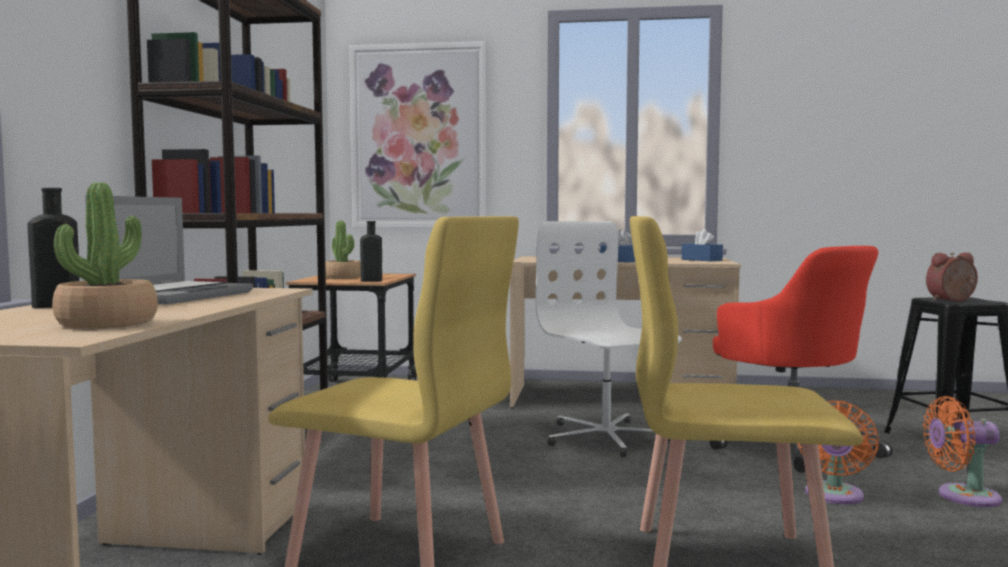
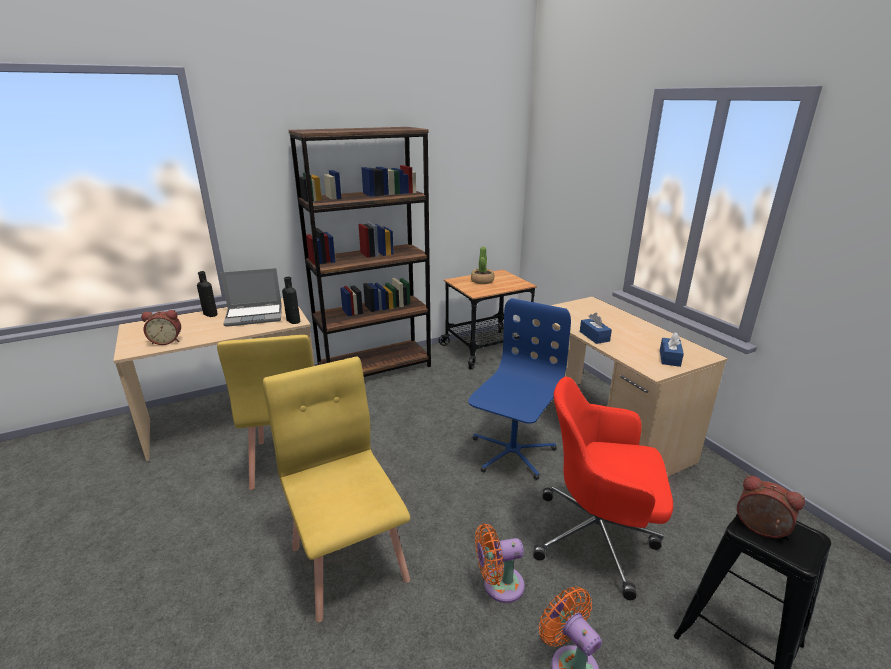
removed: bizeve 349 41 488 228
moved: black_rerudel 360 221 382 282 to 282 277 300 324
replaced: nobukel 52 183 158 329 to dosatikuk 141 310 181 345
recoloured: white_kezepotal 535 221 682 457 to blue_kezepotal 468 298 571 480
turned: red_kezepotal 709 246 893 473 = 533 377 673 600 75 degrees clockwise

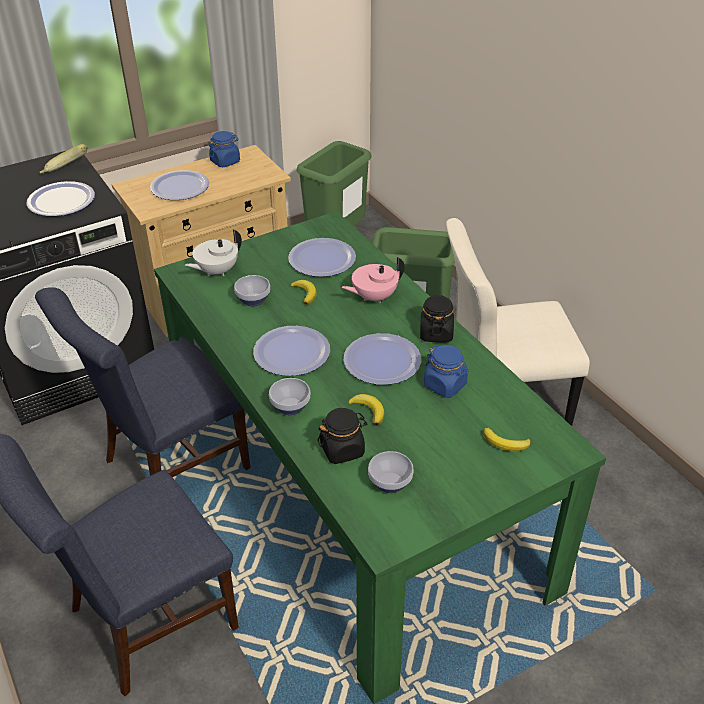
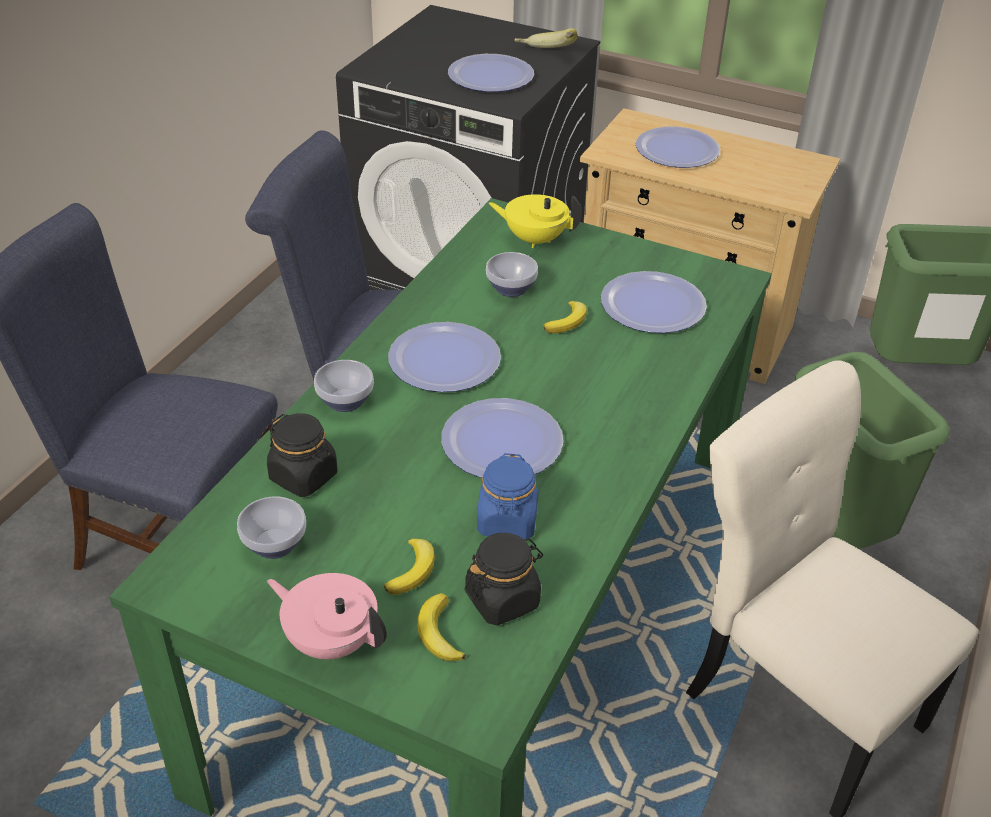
removed: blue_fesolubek 209 131 240 167
moved: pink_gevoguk 342 257 405 303 to 267 573 387 660; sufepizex 348 394 384 425 to 384 539 435 595; black_fesolubek 420 295 454 342 to 464 533 543 625
recoloured: white_gevoguk 185 229 242 276 to yellow_gevoguk 488 194 582 248

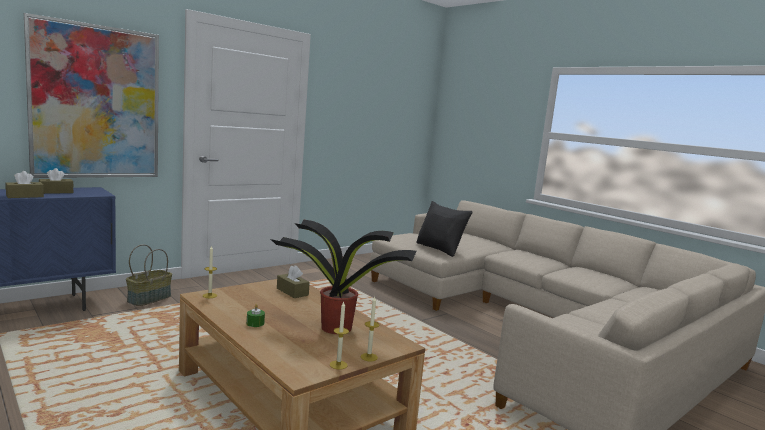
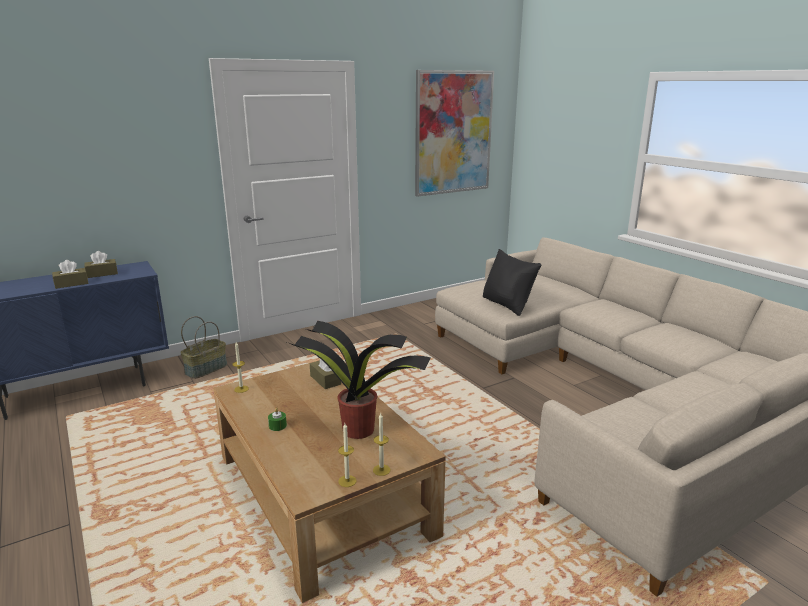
moved: bizeve 24 13 159 178 to 415 70 494 197

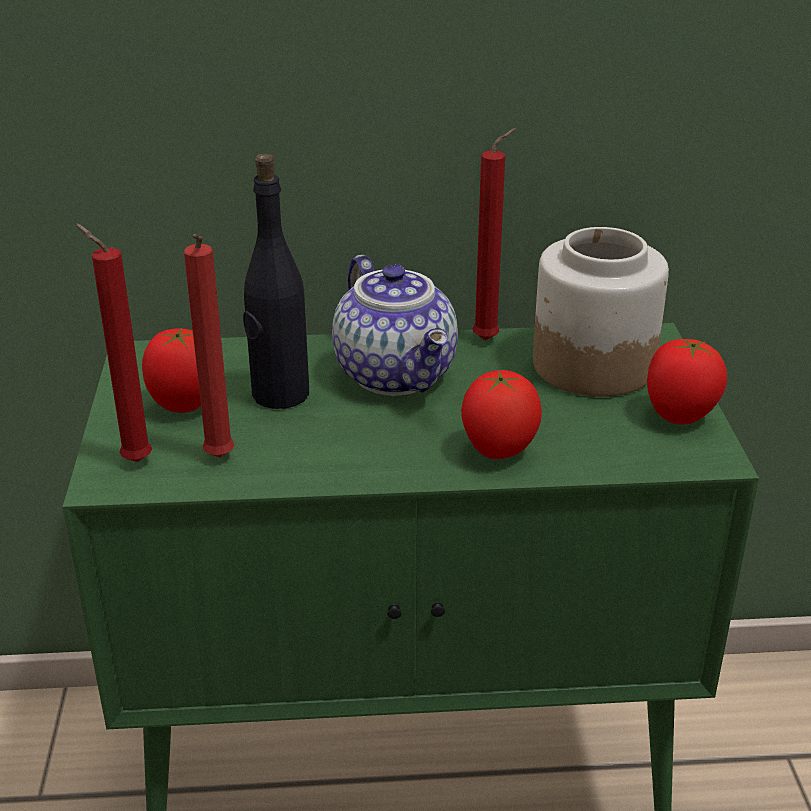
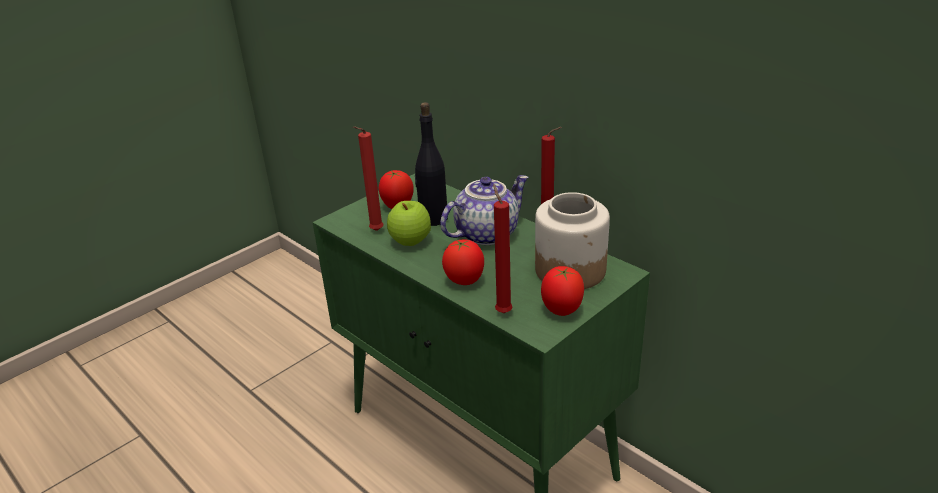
added: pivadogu 387 201 431 246
moved: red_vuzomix 75 223 152 462 to 493 184 513 313
turned: gevoguk 332 255 458 396 = 440 175 529 245 150 degrees counterclockwise

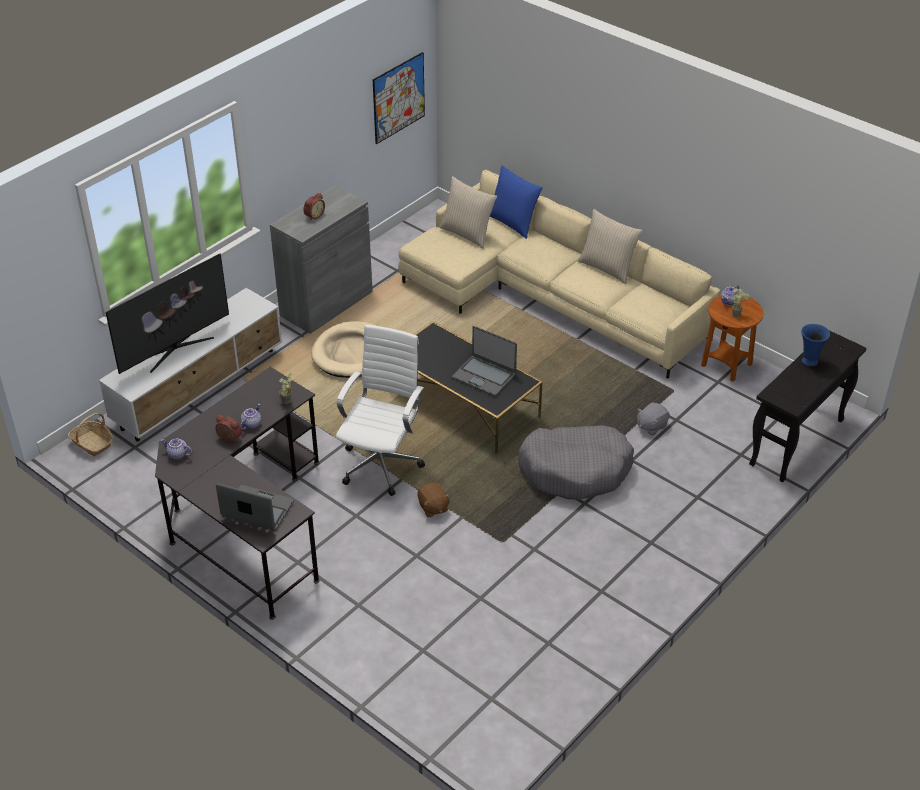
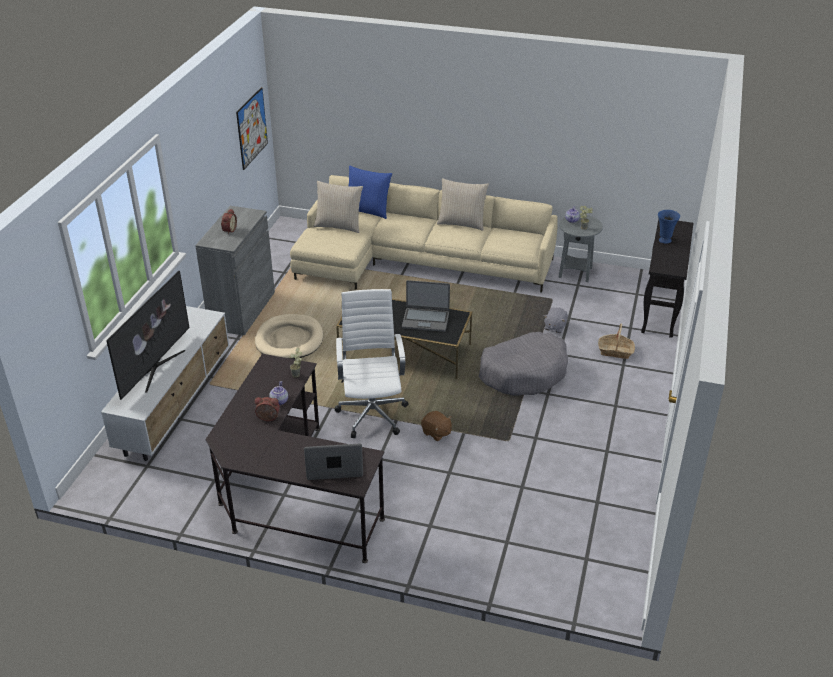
removed: gevoguk 161 438 192 460
moved: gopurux 68 413 113 456 to 598 324 635 359
recoloured: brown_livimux 701 295 764 382 to grey_livimux 559 215 603 282

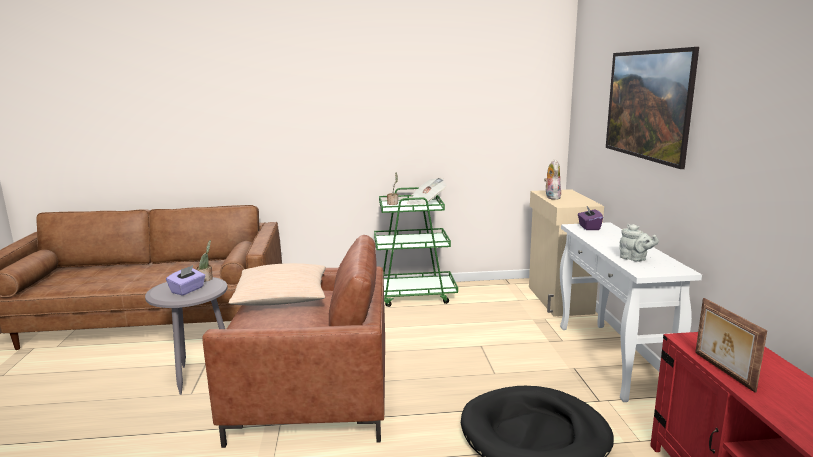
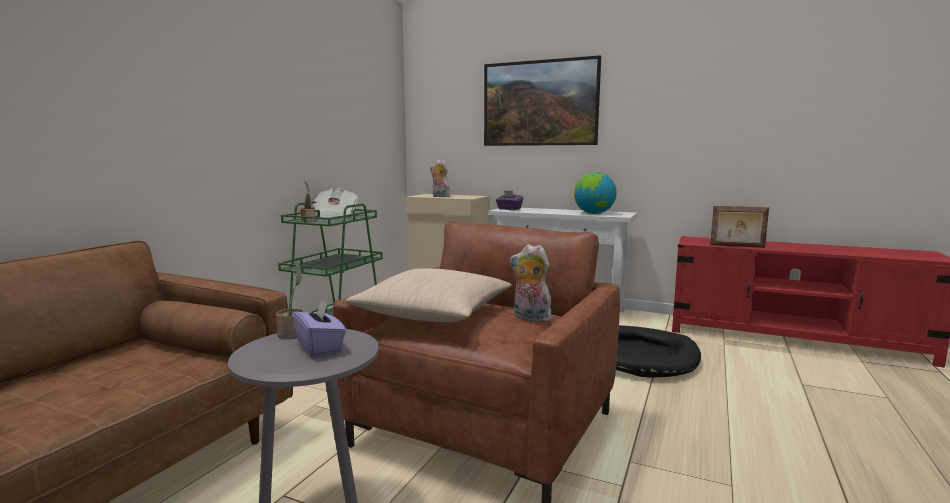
added: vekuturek 510 244 554 323
replaced: grey_gevoguk 620 224 659 262 to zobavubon 574 172 617 214

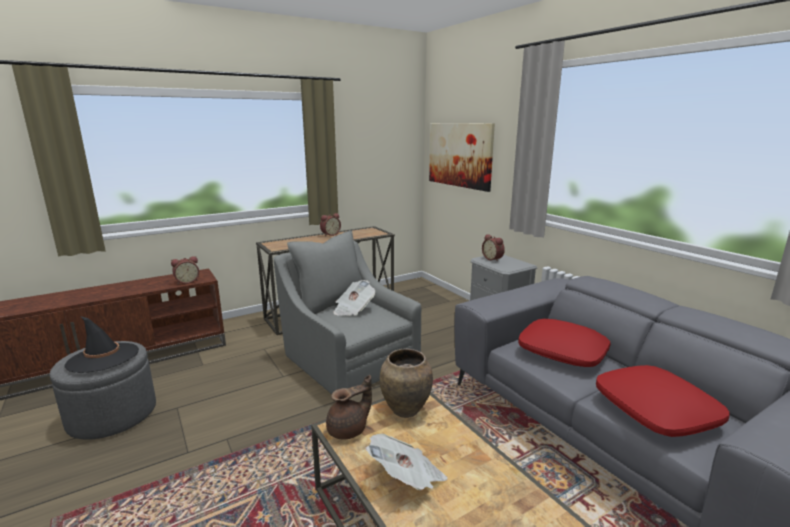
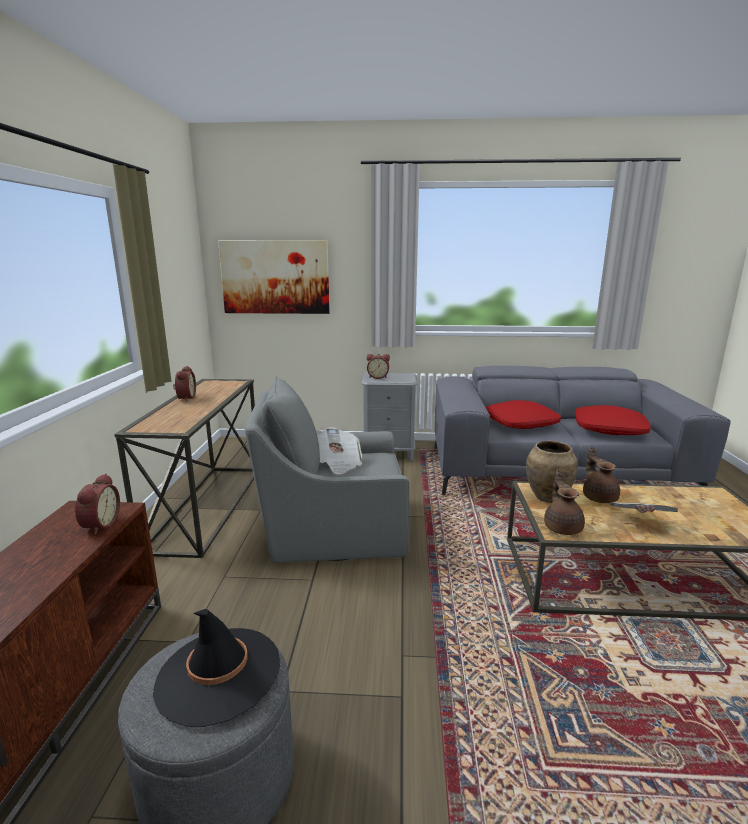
added: brown_gevoguk 583 447 620 503

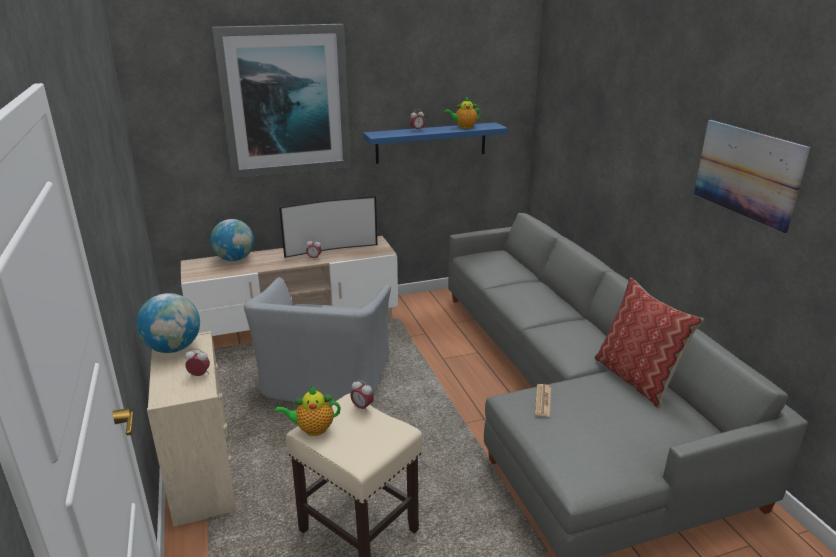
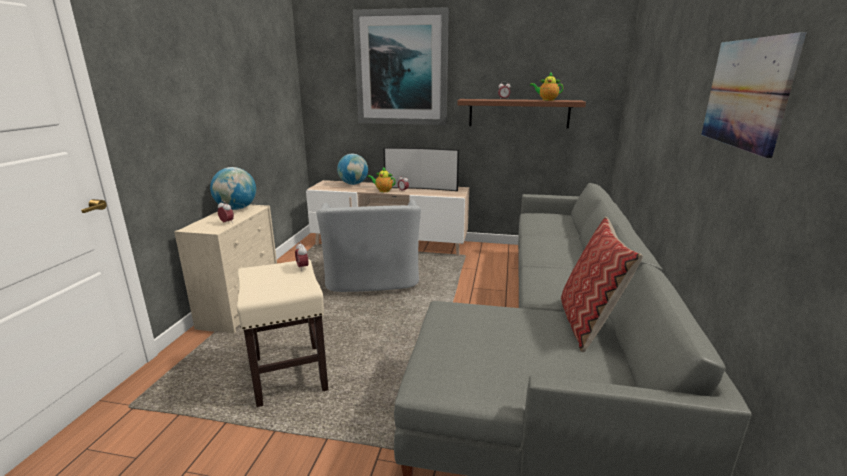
removed: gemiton 535 384 551 417
moved: gevoguk 275 386 341 436 to 367 167 396 192
recoloured: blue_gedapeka 363 122 508 164 to brown_gedapeka 457 99 586 128
turned: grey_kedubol 244 277 391 403 = 316 199 421 292 45 degrees counterclockwise

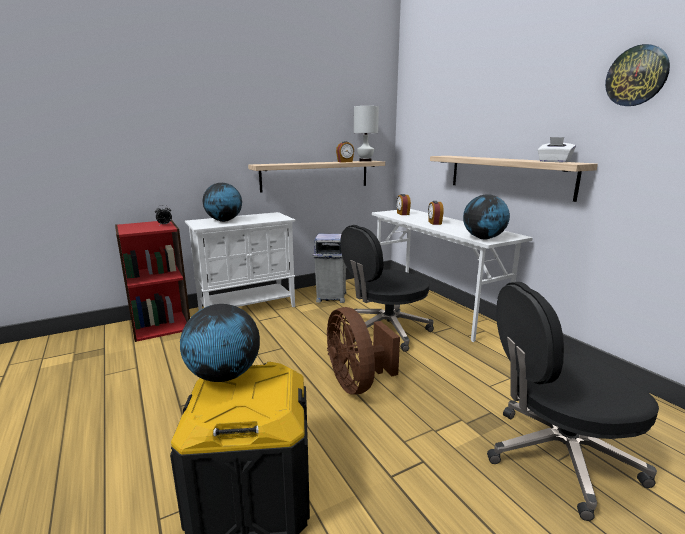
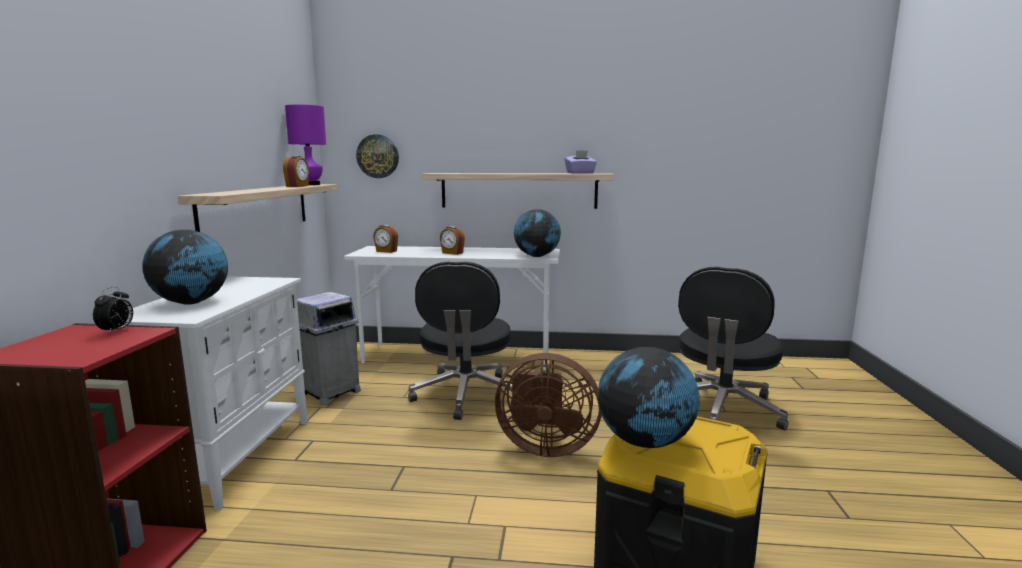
moved: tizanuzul 605 44 670 106 to 356 134 399 178
recoloured: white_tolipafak 354 106 379 162 to purple_tolipafak 285 104 326 185; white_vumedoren 538 137 576 162 to purple_vumedoren 565 150 597 174

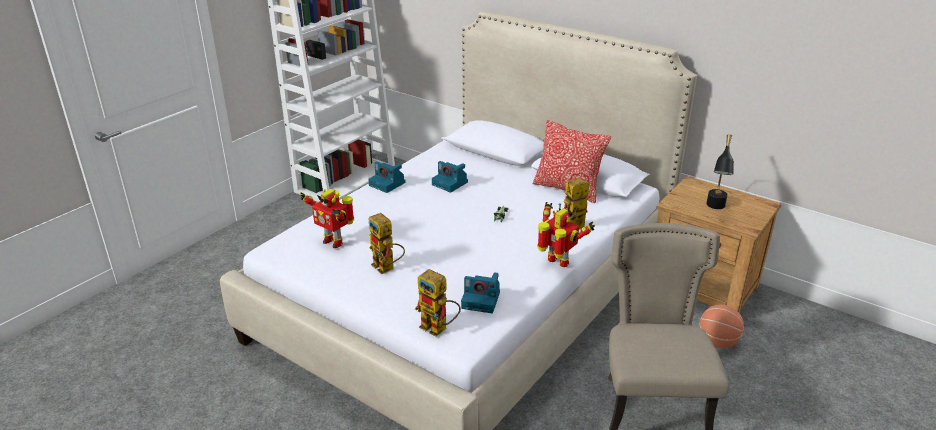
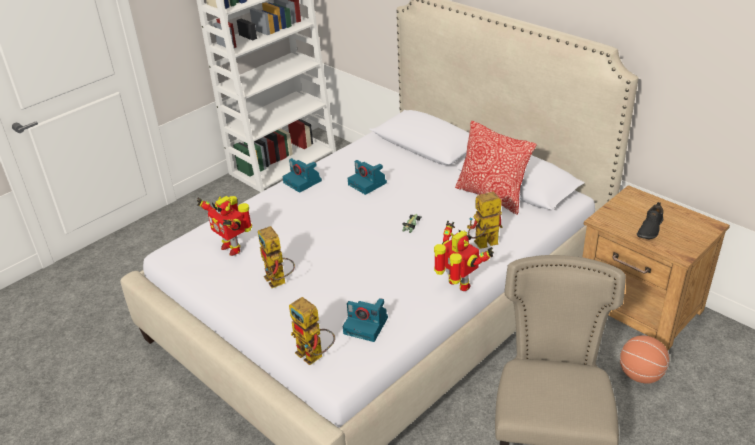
replaced: black_tolipafak 706 134 734 209 to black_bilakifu 637 202 663 239

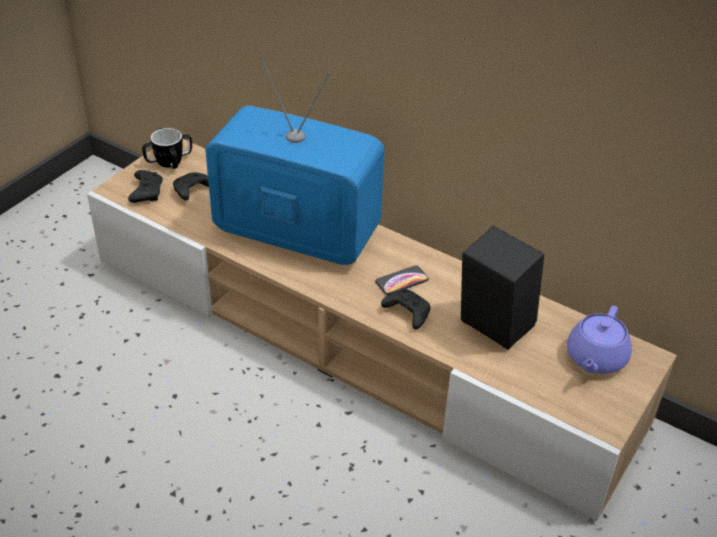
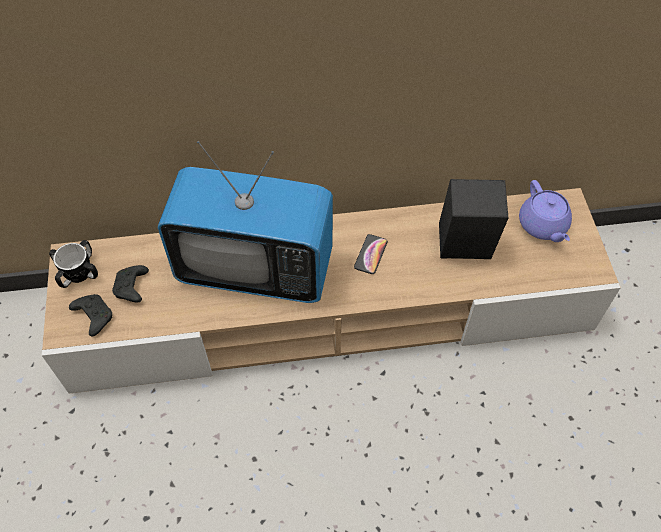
removed: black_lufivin 381 288 430 329
turned: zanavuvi 205 57 385 265 = 158 141 333 303 150 degrees counterclockwise

